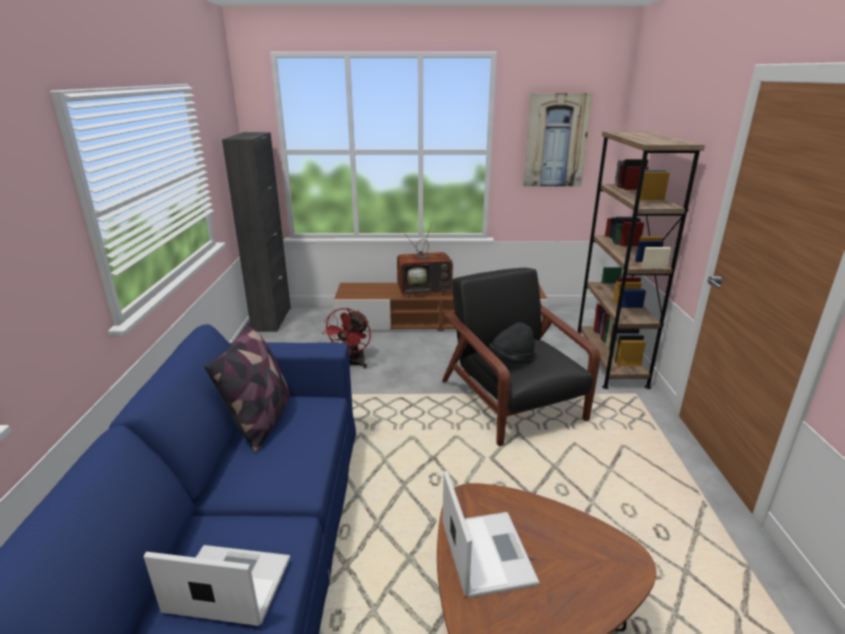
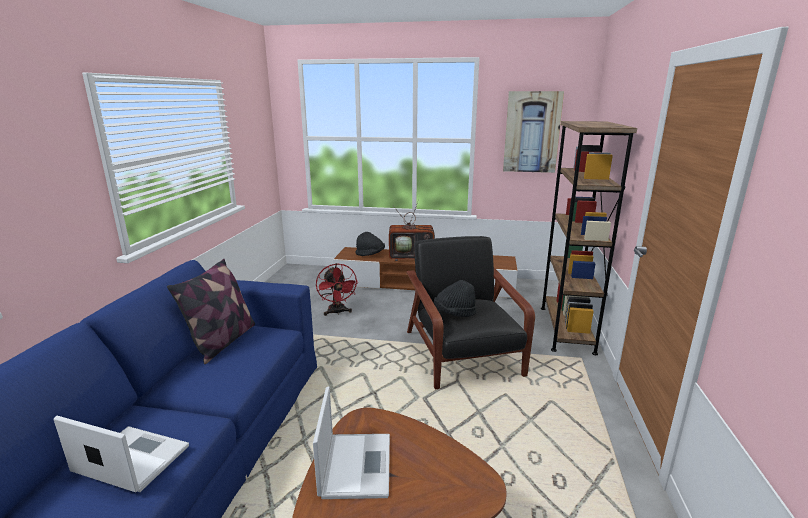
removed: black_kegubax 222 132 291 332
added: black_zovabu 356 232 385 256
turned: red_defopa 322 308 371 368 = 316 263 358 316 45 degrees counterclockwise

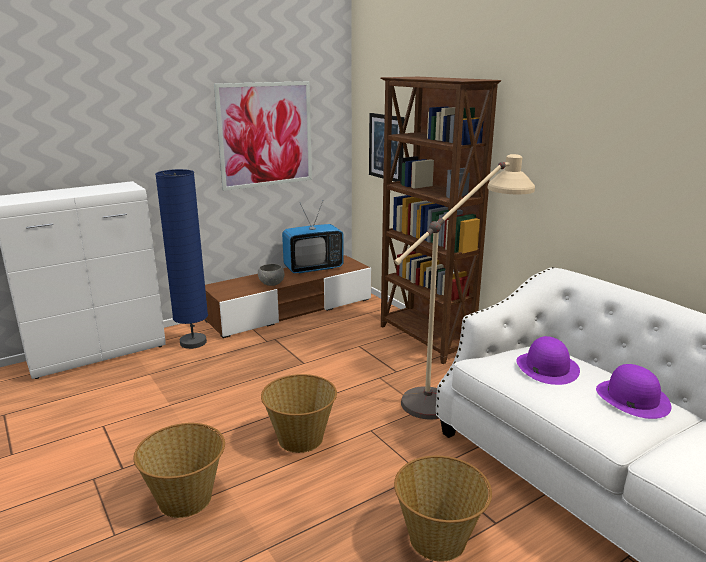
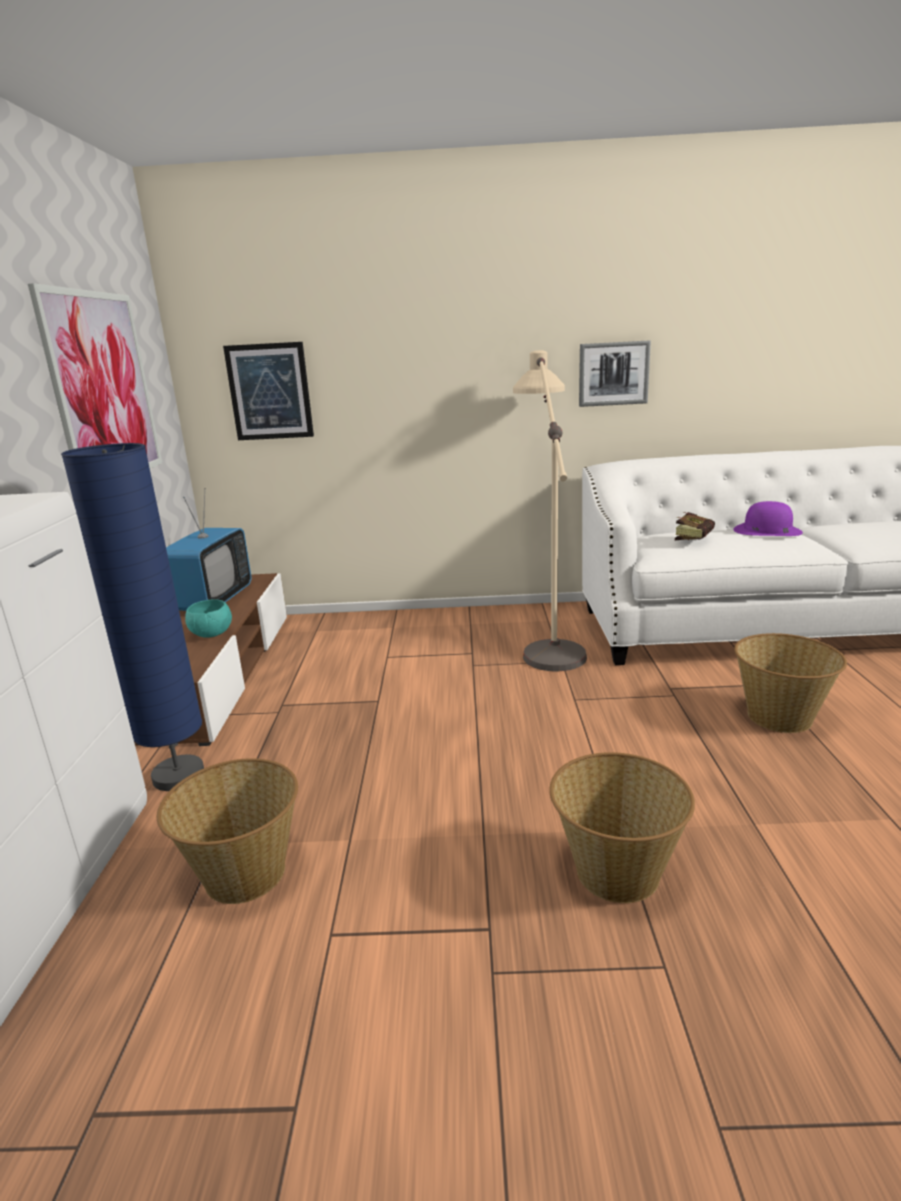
removed: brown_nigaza 381 77 501 364
added: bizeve 579 340 651 407
moved: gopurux 261 374 337 453 to 157 758 298 904
replaced: purple_zovabu 516 336 580 385 to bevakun 675 512 715 540
recoloured: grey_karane 258 264 285 286 to turquoise_karane 185 599 232 638

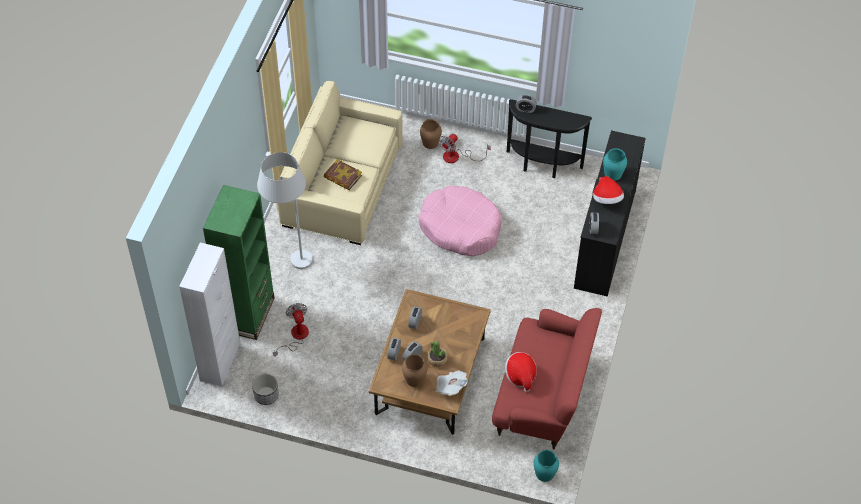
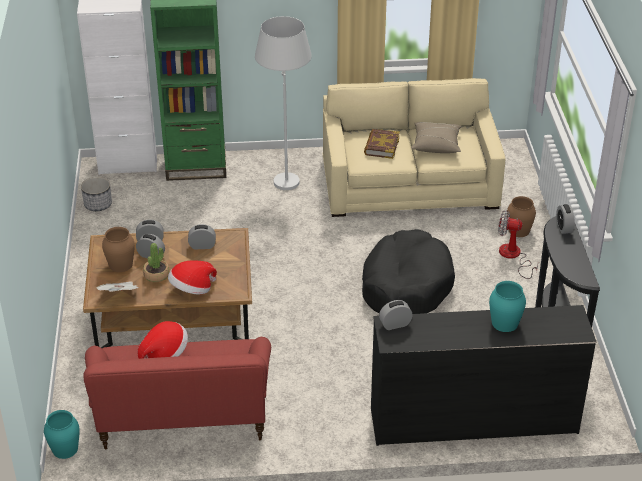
removed: defopa 273 303 309 357
added: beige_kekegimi 411 122 461 153
moved: zovabu 593 176 624 204 to 168 260 217 295
recoloured: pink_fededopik 418 186 502 256 to black_fededopik 362 229 455 314

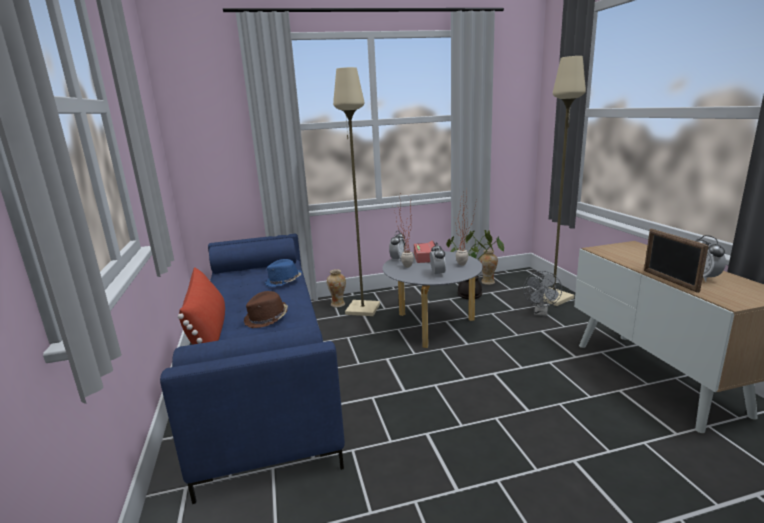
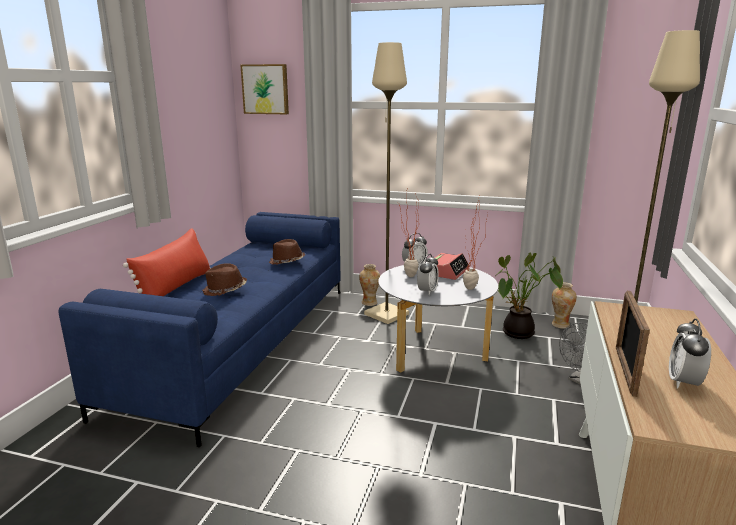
added: bizeve 240 64 289 114
recoloured: blue_zovabu 265 259 302 287 to brown_zovabu 269 239 305 265

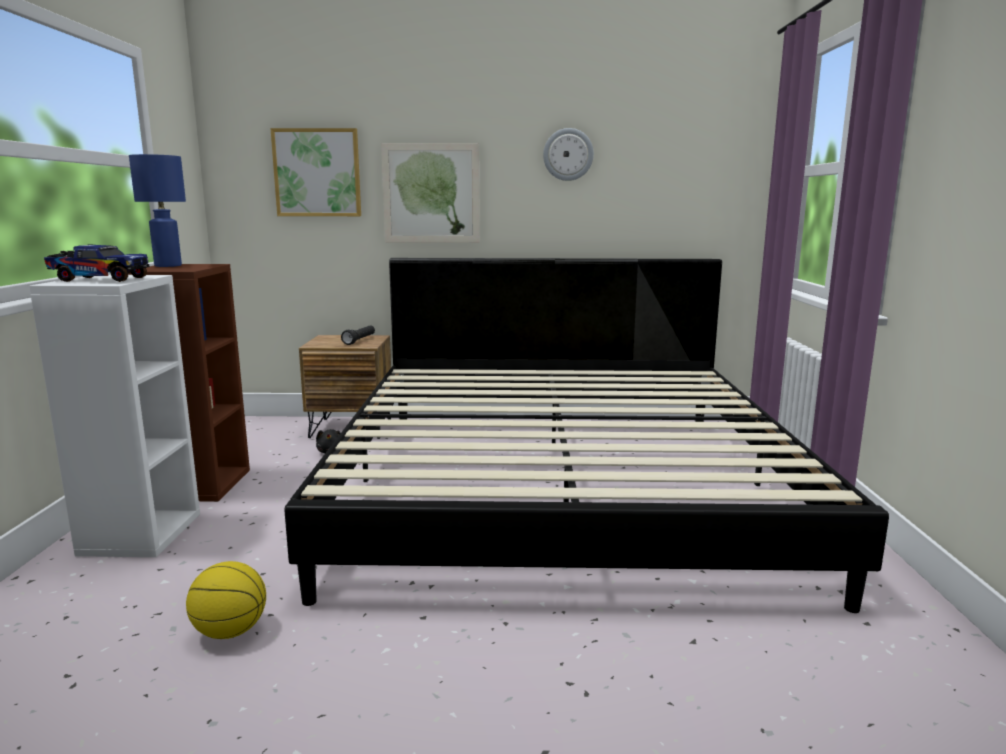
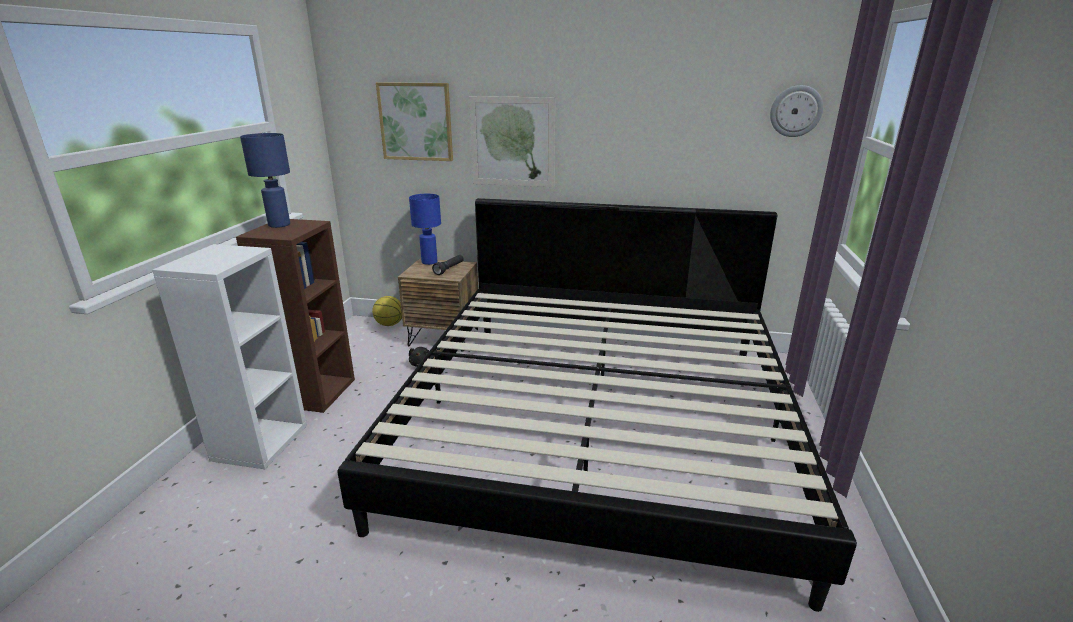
removed: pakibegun 44 244 150 282
added: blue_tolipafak 409 194 441 265
moved: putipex 186 561 266 639 to 372 296 402 326; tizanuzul 543 128 594 181 to 770 85 823 137

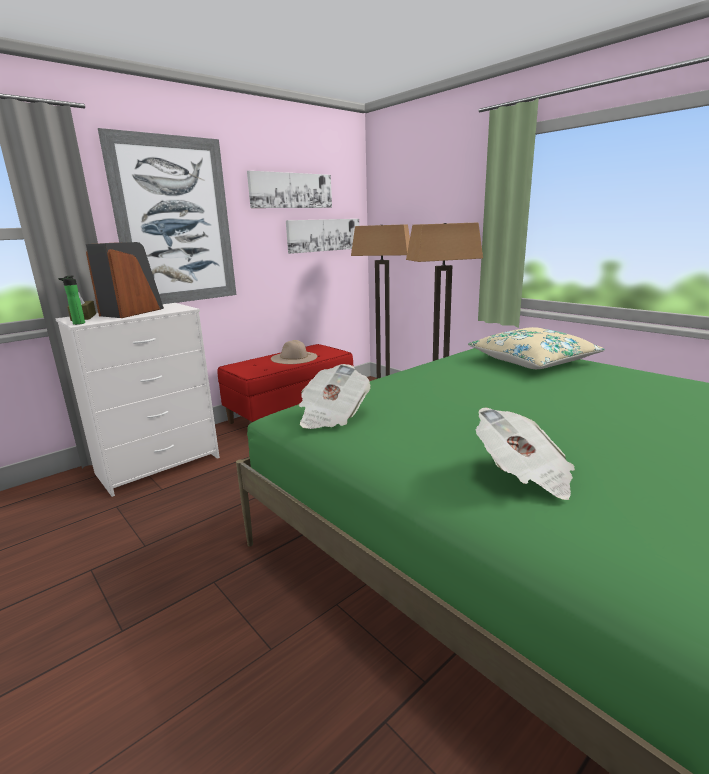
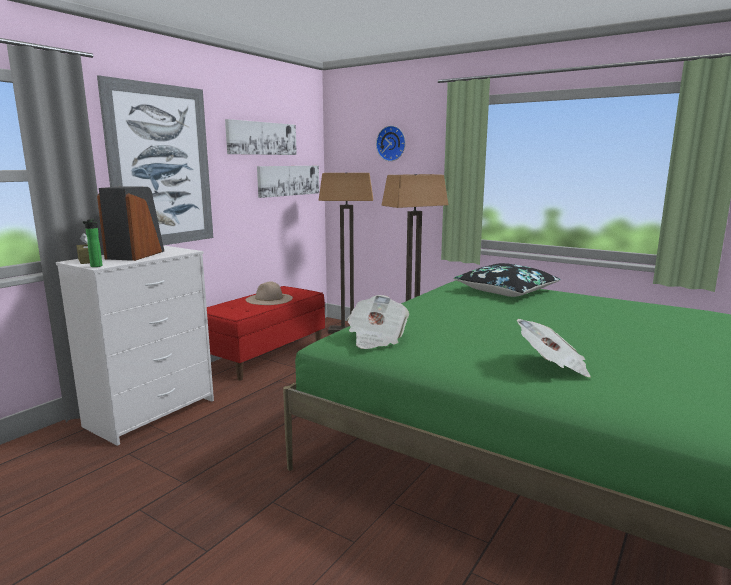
added: tizanuzul 376 126 406 161
recoloured: beige_kekegimi 468 327 605 369 to black_kekegimi 454 263 561 297

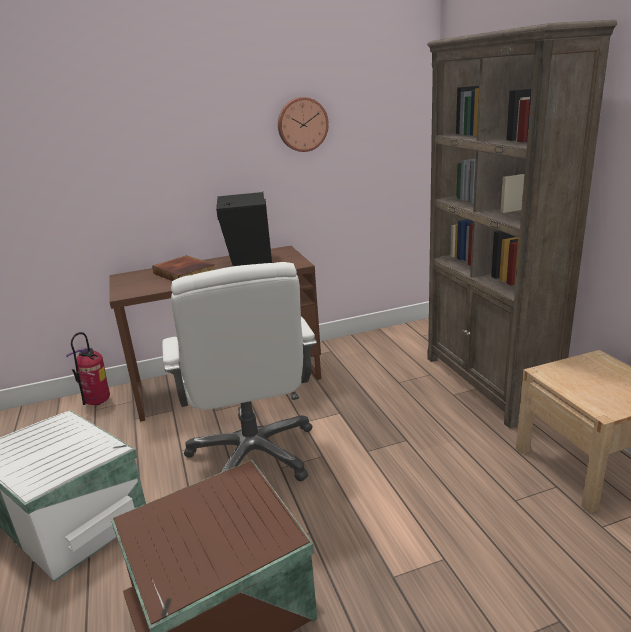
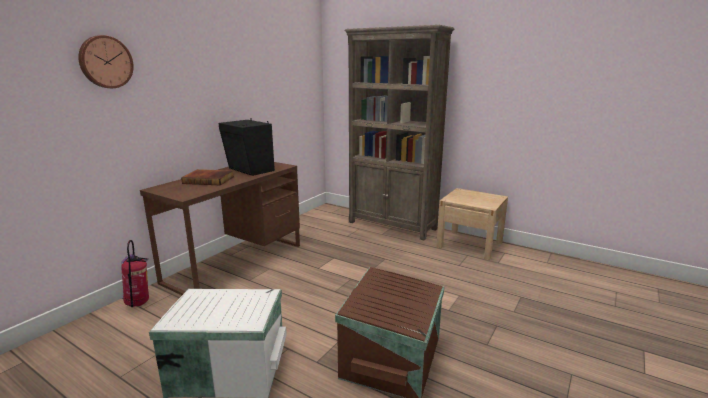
removed: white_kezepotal 162 262 317 481
moved: tizanuzul 278 97 329 152 to 78 35 134 88

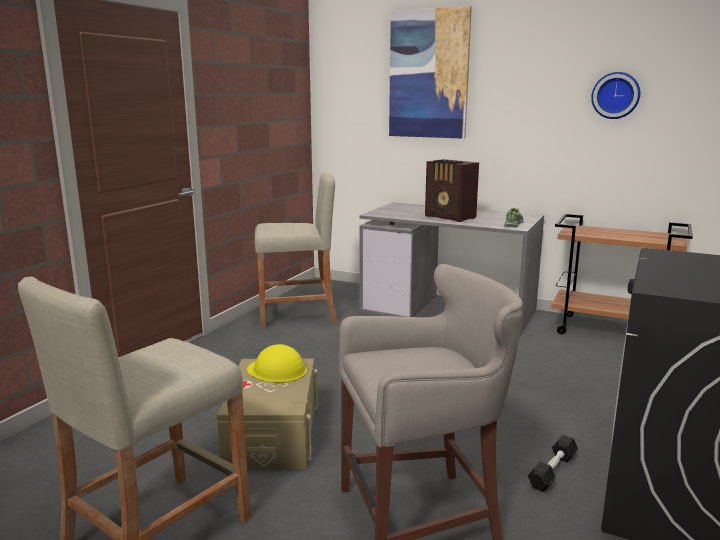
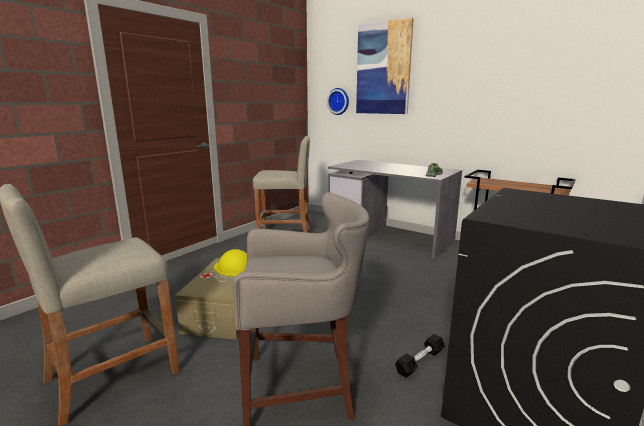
removed: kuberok 425 159 479 222
moved: tizanuzul 591 72 640 119 to 327 88 349 115

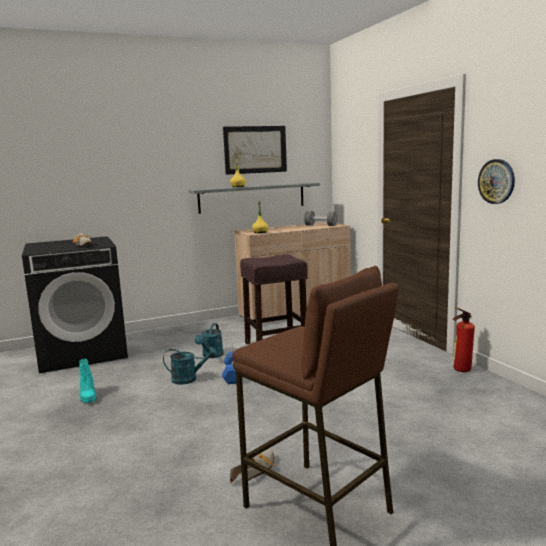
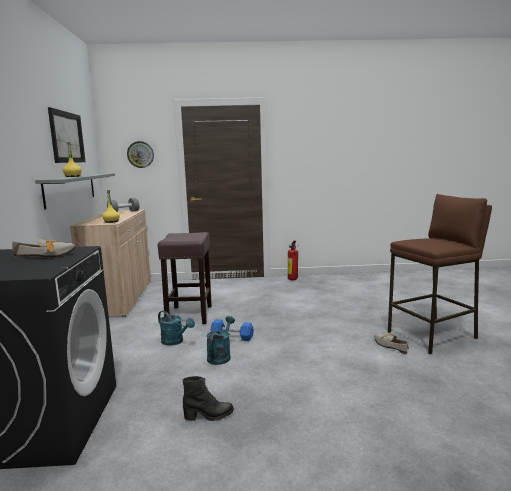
moved: tizanuzul 478 159 515 204 to 127 141 154 168
recoloured: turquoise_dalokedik 79 359 97 403 to black_dalokedik 182 376 234 421

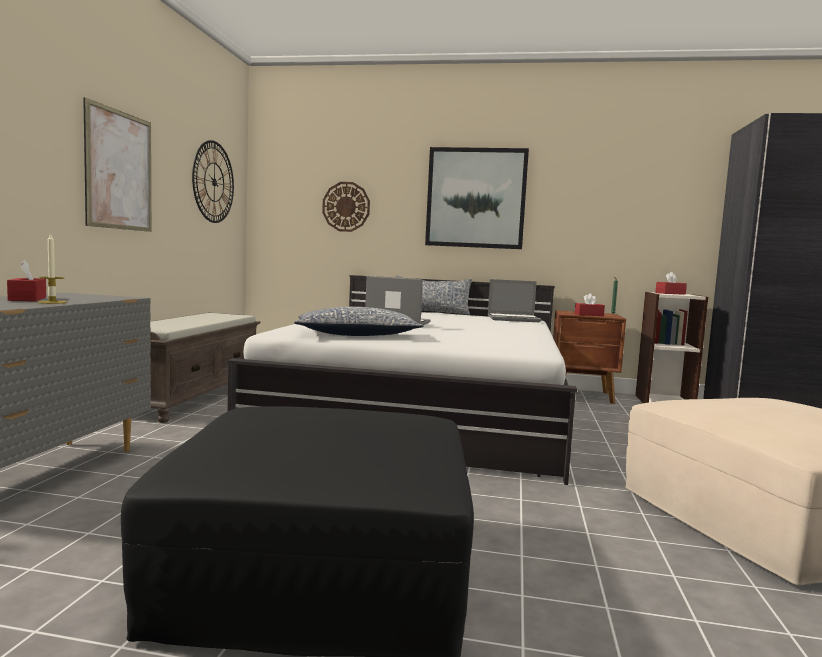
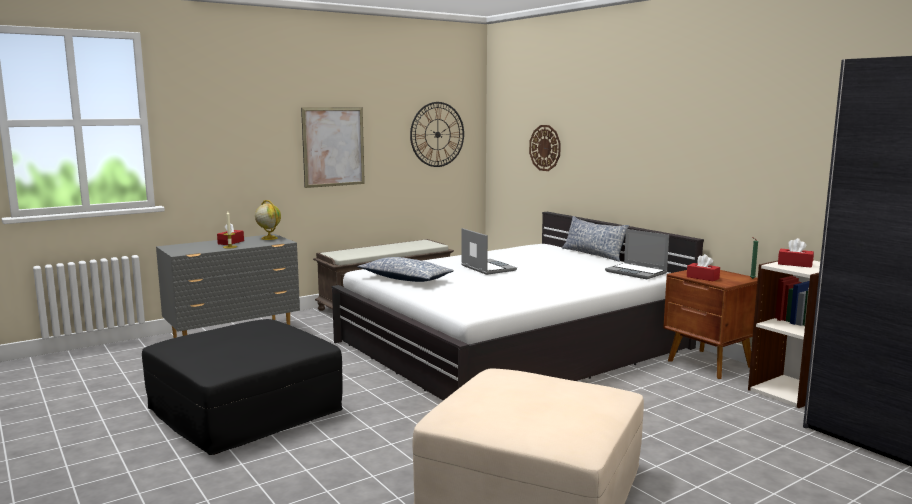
removed: bizeve 425 147 529 249
added: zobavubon 255 200 281 240

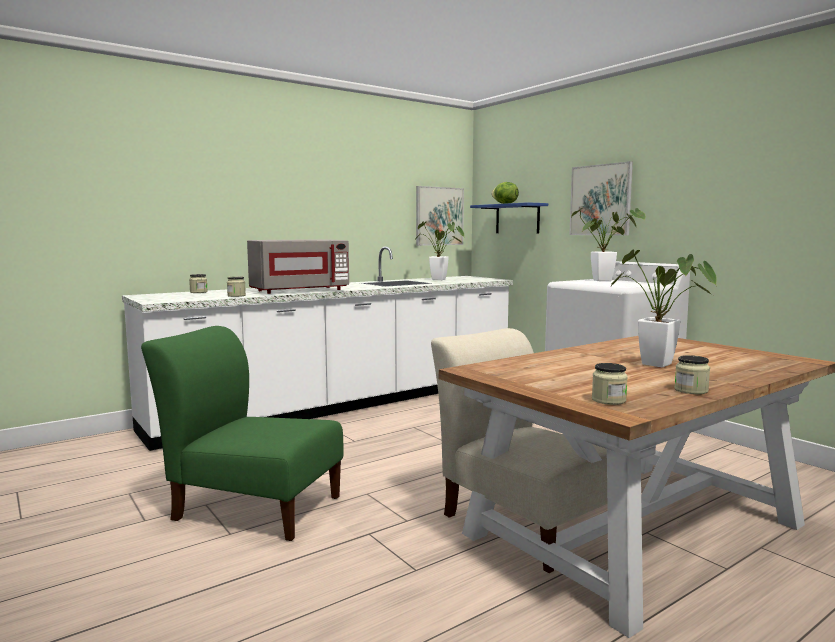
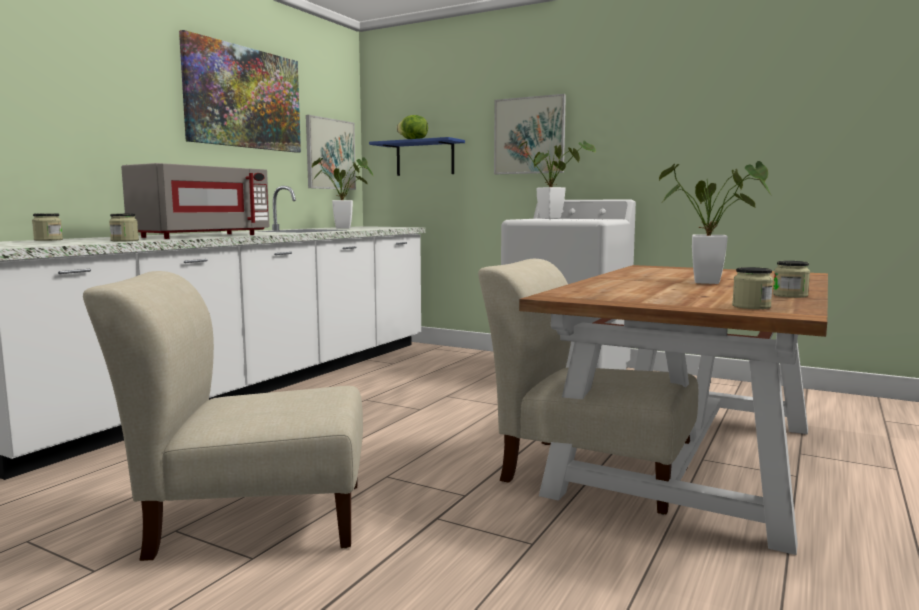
added: bizeve 179 30 301 153
recoloured: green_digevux 141 326 343 541 to beige_digevux 83 271 363 561

